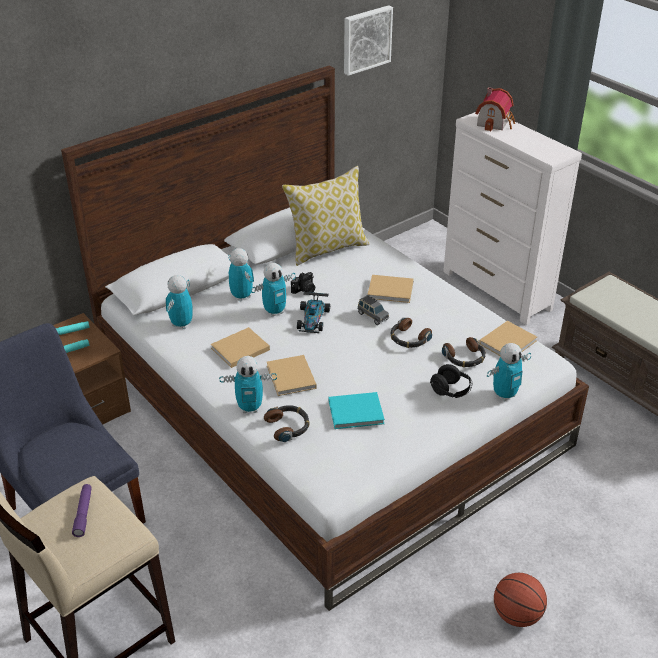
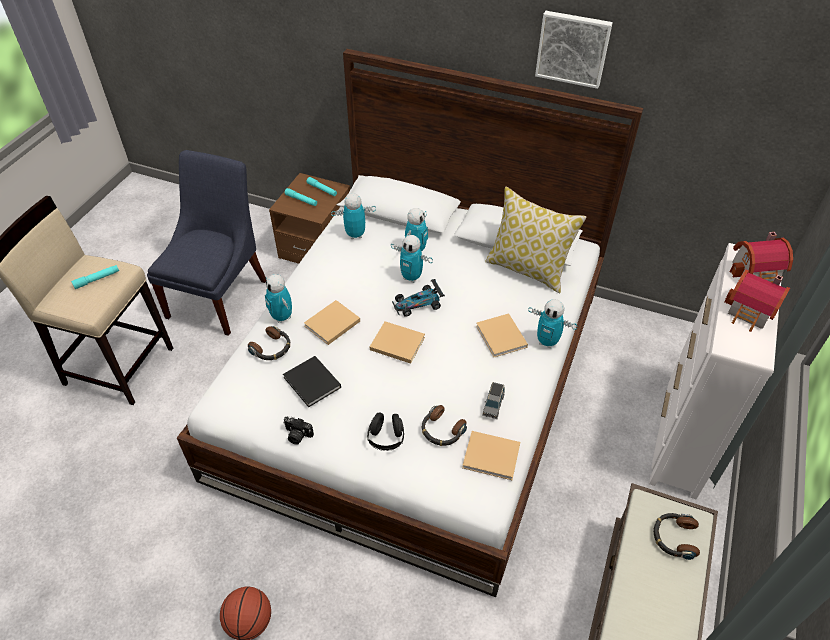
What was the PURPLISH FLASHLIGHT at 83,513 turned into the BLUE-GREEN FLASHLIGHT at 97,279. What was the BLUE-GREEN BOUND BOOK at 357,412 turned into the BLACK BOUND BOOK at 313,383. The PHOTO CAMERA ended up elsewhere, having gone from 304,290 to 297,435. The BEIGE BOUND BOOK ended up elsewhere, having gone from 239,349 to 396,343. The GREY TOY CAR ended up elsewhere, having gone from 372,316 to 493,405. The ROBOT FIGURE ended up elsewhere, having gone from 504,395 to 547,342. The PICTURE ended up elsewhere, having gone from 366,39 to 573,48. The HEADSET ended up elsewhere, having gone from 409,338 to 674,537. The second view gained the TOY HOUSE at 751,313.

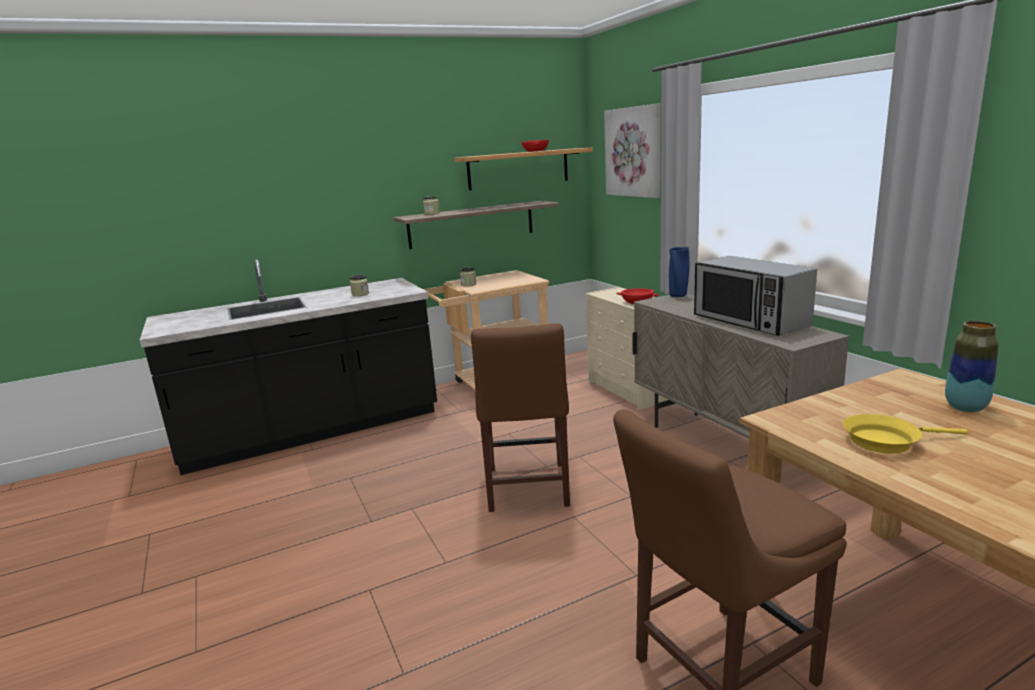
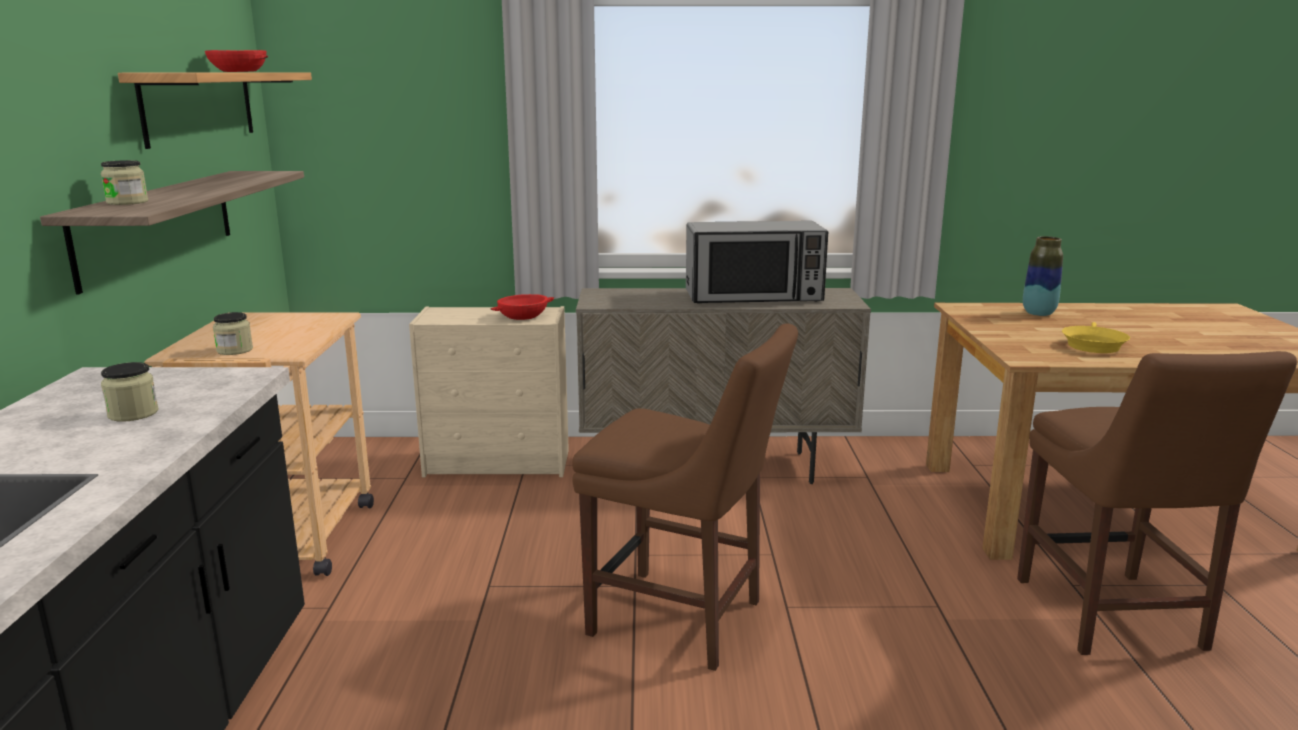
The second view lost the PICTURE at 634,152. The second view lost the BLUISH DECORATIVE VASE at 678,296.

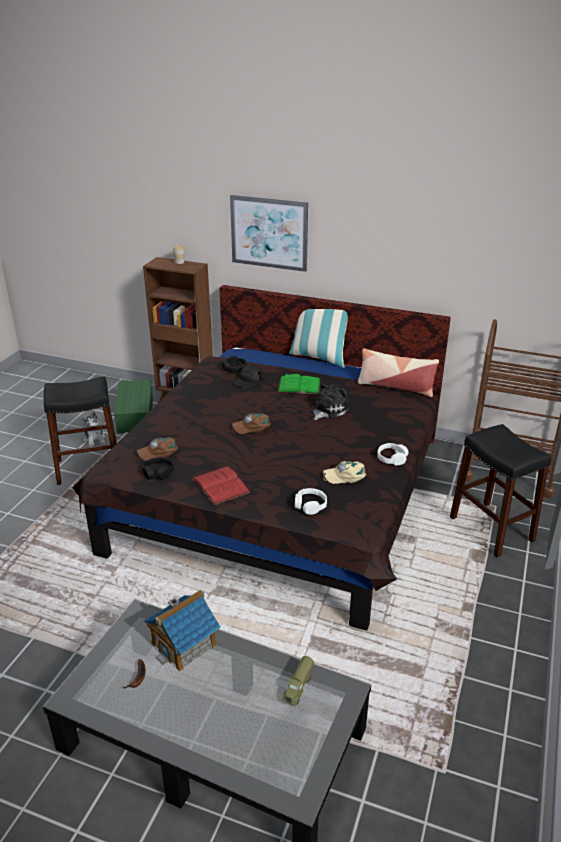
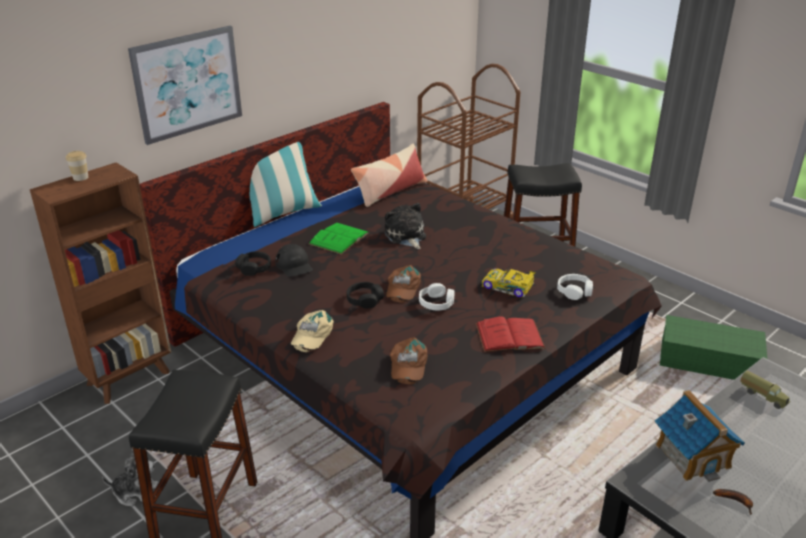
The BEIGE BASEBALL CAP ended up elsewhere, having gone from 345,475 to 312,334. The BLACK HEADSET ended up elsewhere, having gone from 158,473 to 364,300. The WHITE HEADSET ended up elsewhere, having gone from 392,458 to 436,303. The second view gained the TOY CAR at 508,287. The GREEN-COLOURED STORAGE BIN ended up elsewhere, having gone from 136,415 to 710,361.

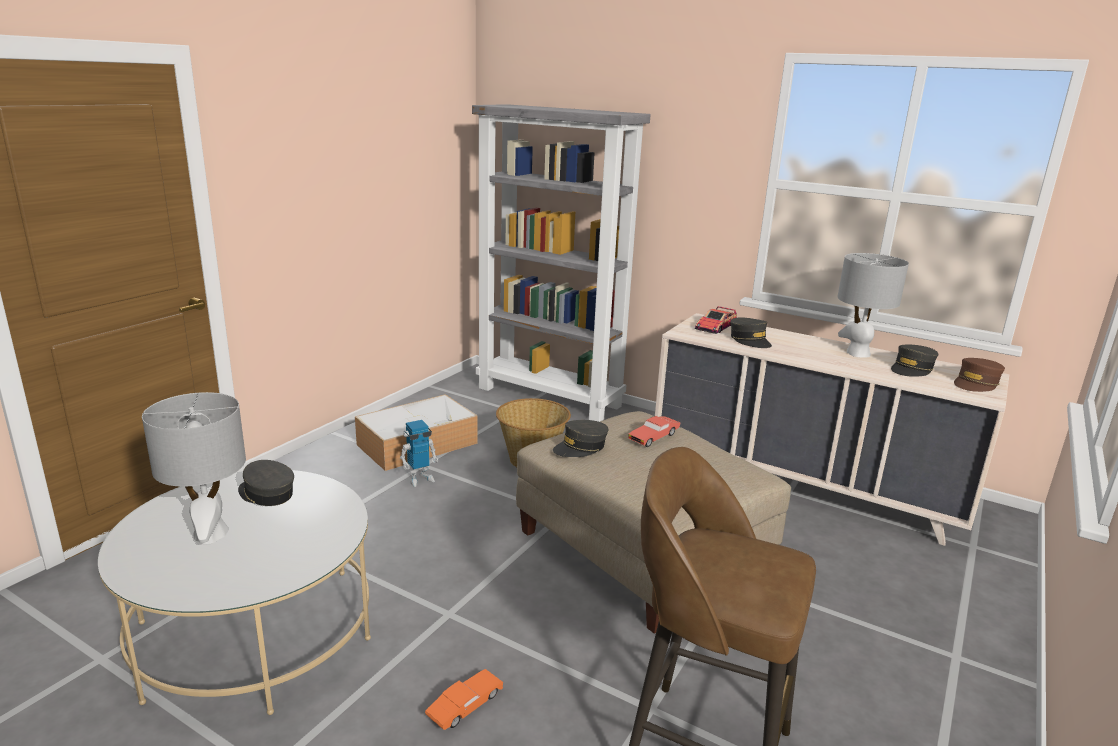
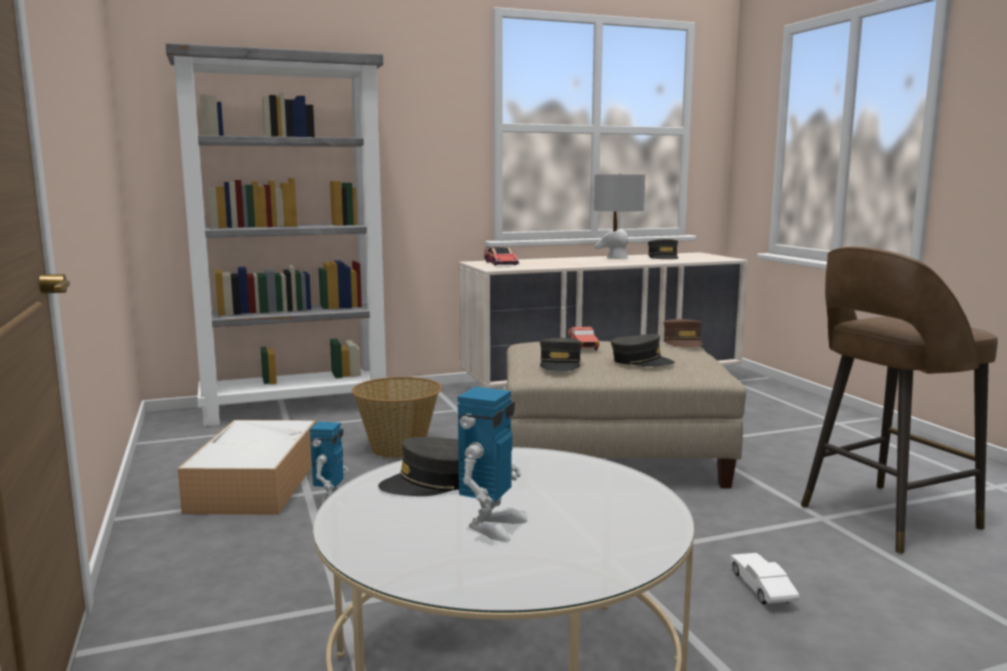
Where the GREY TABLE LAMP stood at 210,534, the ROBOT FIGURE came to stand at 491,526. The GREY BASEBALL CAP ended up elsewhere, having gone from 749,340 to 641,361. The BROWN BASEBALL CAP ended up elsewhere, having gone from 976,383 to 683,342. What was the ORANGE-COLOURED TOY CAR at 465,707 turned into the WHITE TOY CAR at 761,589.

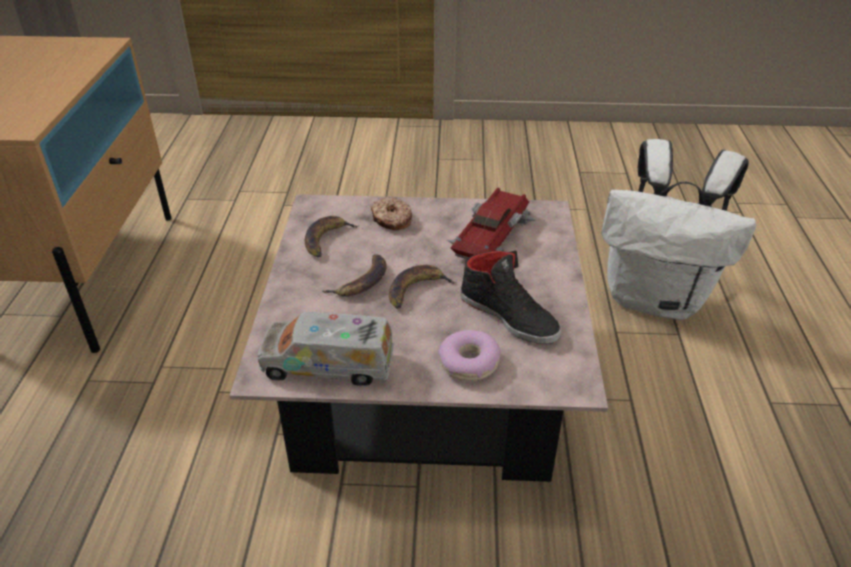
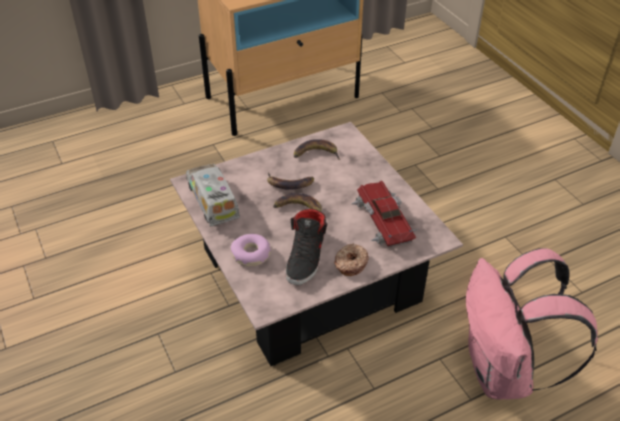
The DONUT ended up elsewhere, having gone from 391,220 to 350,263. The TOY CAR at 491,235 ended up facing another way, 105 degrees counterclockwise from before. What was the WHITE RUCKSACK at 656,298 turned into the PINK RUCKSACK at 503,373.

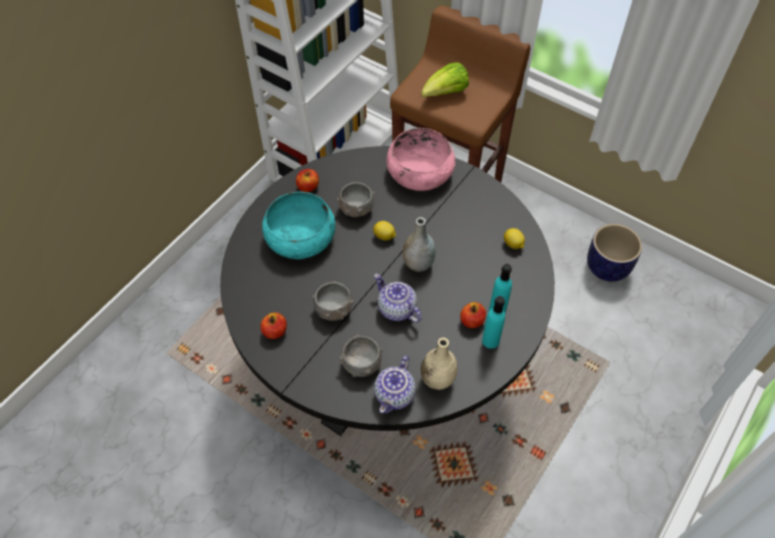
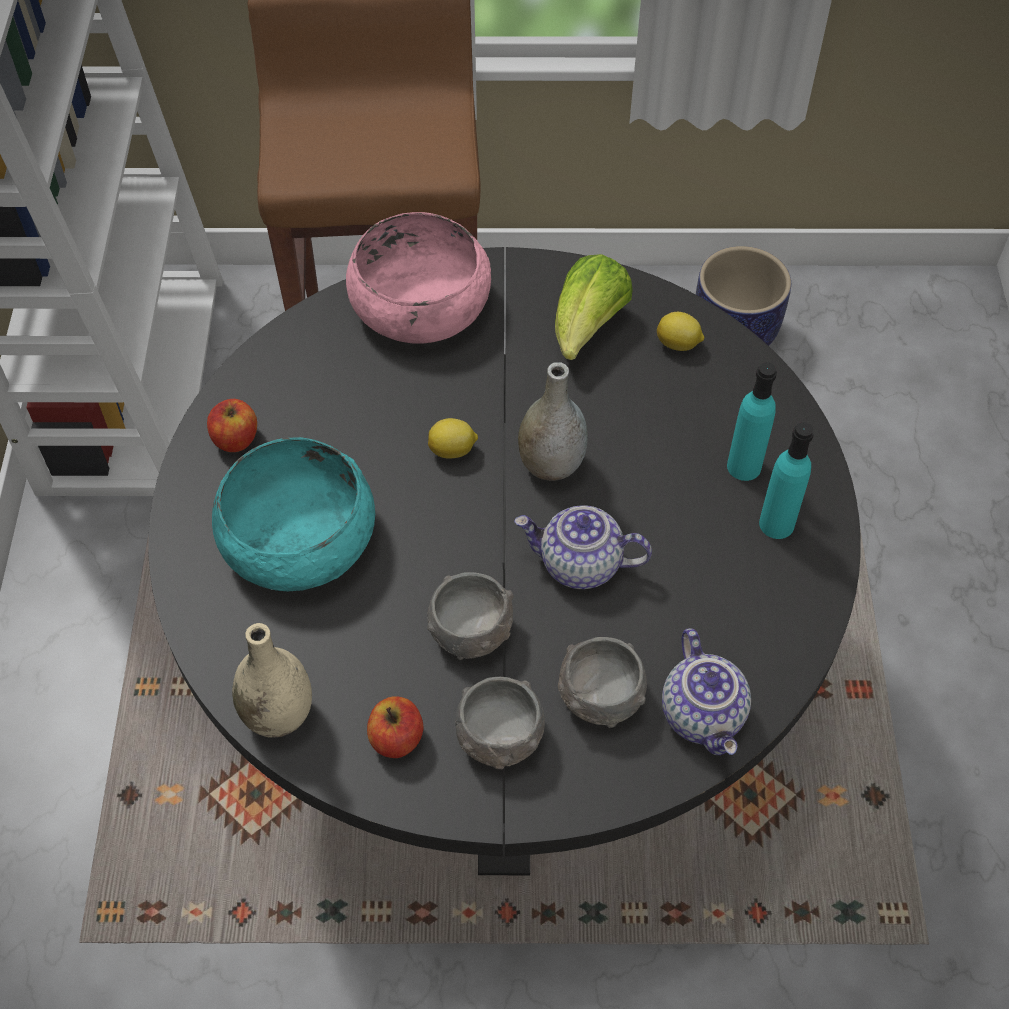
The BEIGE DECORATIVE VASE ended up elsewhere, having gone from 437,379 to 278,714. The GREY SERVING BOWL ended up elsewhere, having gone from 356,208 to 500,736. The LETTUCE HEAD ended up elsewhere, having gone from 445,93 to 587,328. The second view lost the APPLE FRUIT at 472,321.

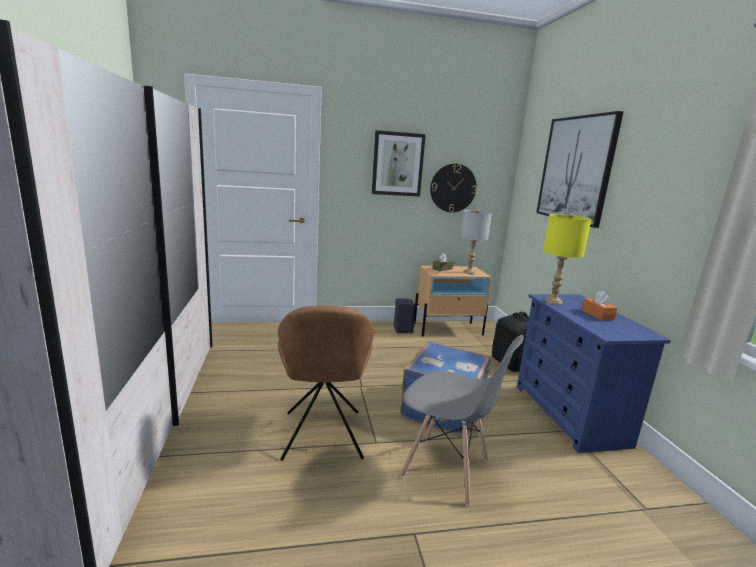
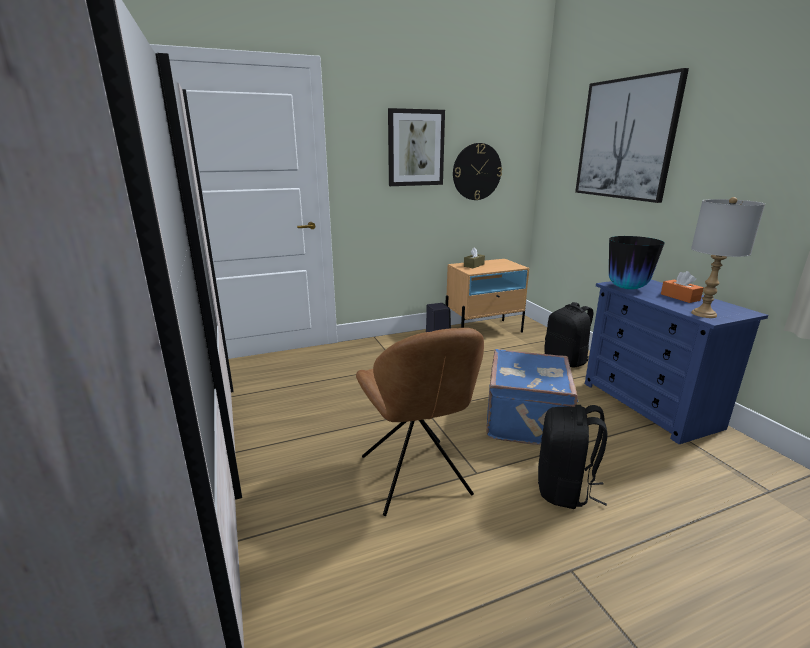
Where the GREY PLAIN CHAIR stood at 446,469, the BLACK RUCKSACK came to stand at 564,489. Where the YELLOW TABLE LAMP stood at 553,301, the DECORATIVE VASE came to stand at 627,288. The GREY TABLE LAMP ended up elsewhere, having gone from 469,272 to 703,314.

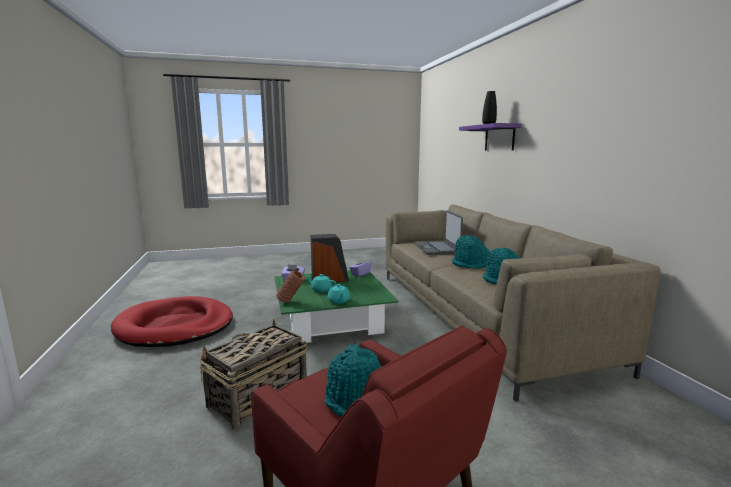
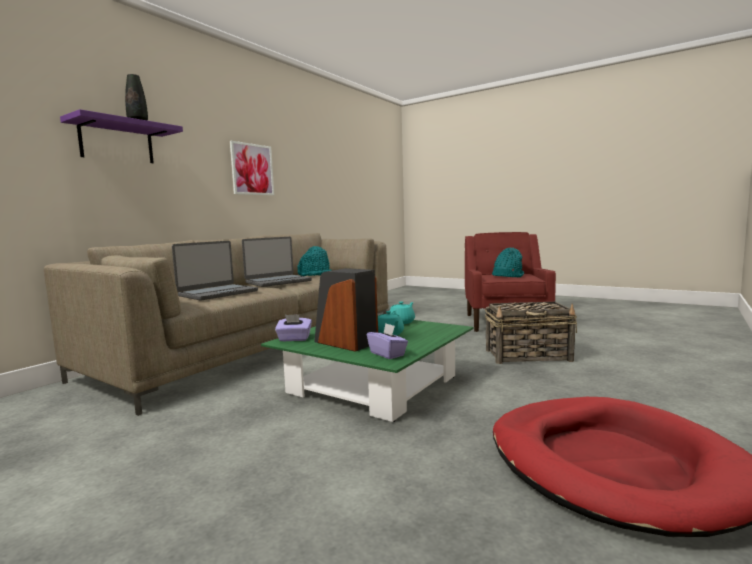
The second view gained the PICTURE at 252,169. Where the BLUE-GREEN WEARABLE HAT stood at 471,265, the NOTEBOOK COMPUTER came to stand at 278,282. The second view lost the BROWN DECORATIVE VASE at 291,302.

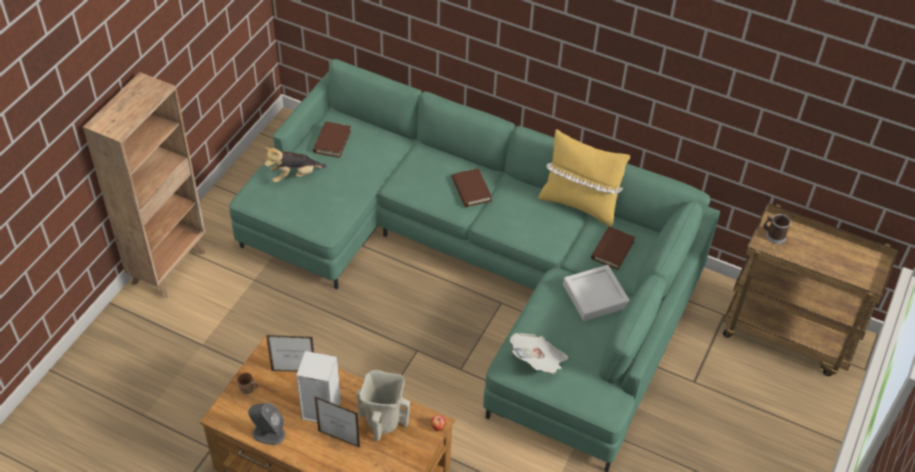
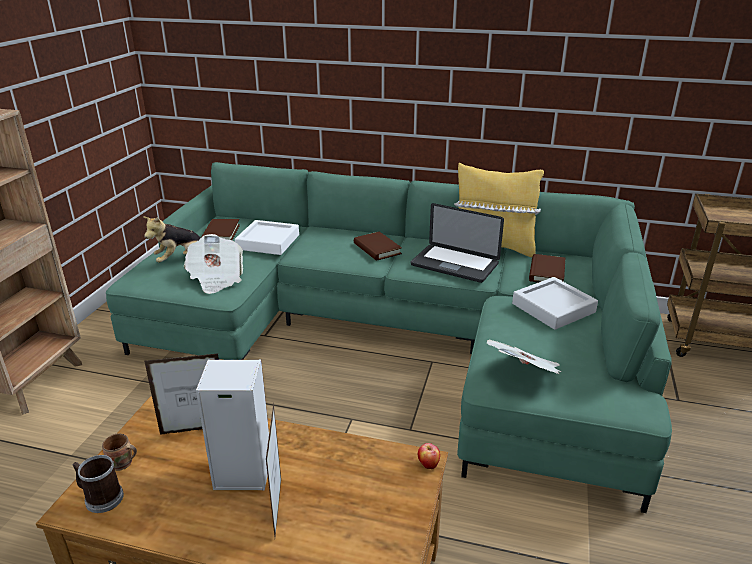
The TEA MUG ended up elsewhere, having gone from 773,235 to 100,497. The second view gained the NEWSPAPER at 216,278. The second view gained the WHITE SERVING TRAY at 268,242. The PHOTO FRAME at 339,439 ended up facing another way, 75 degrees clockwise from before. The second view gained the NOTEBOOK COMPUTER at 454,264. The second view lost the GREY SPEAKER at 268,433. The second view lost the BEIGE DECORATIVE VASE at 383,419.

